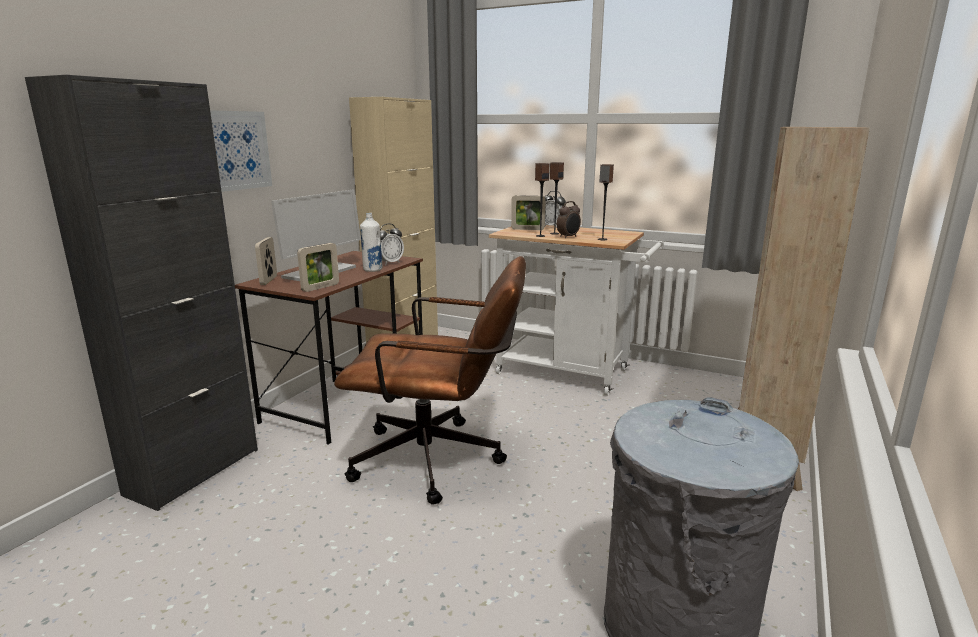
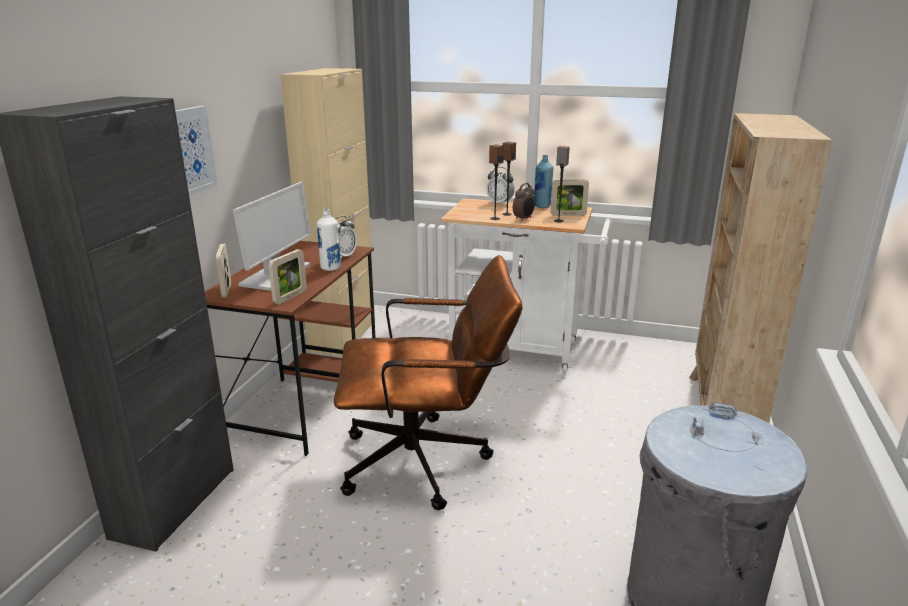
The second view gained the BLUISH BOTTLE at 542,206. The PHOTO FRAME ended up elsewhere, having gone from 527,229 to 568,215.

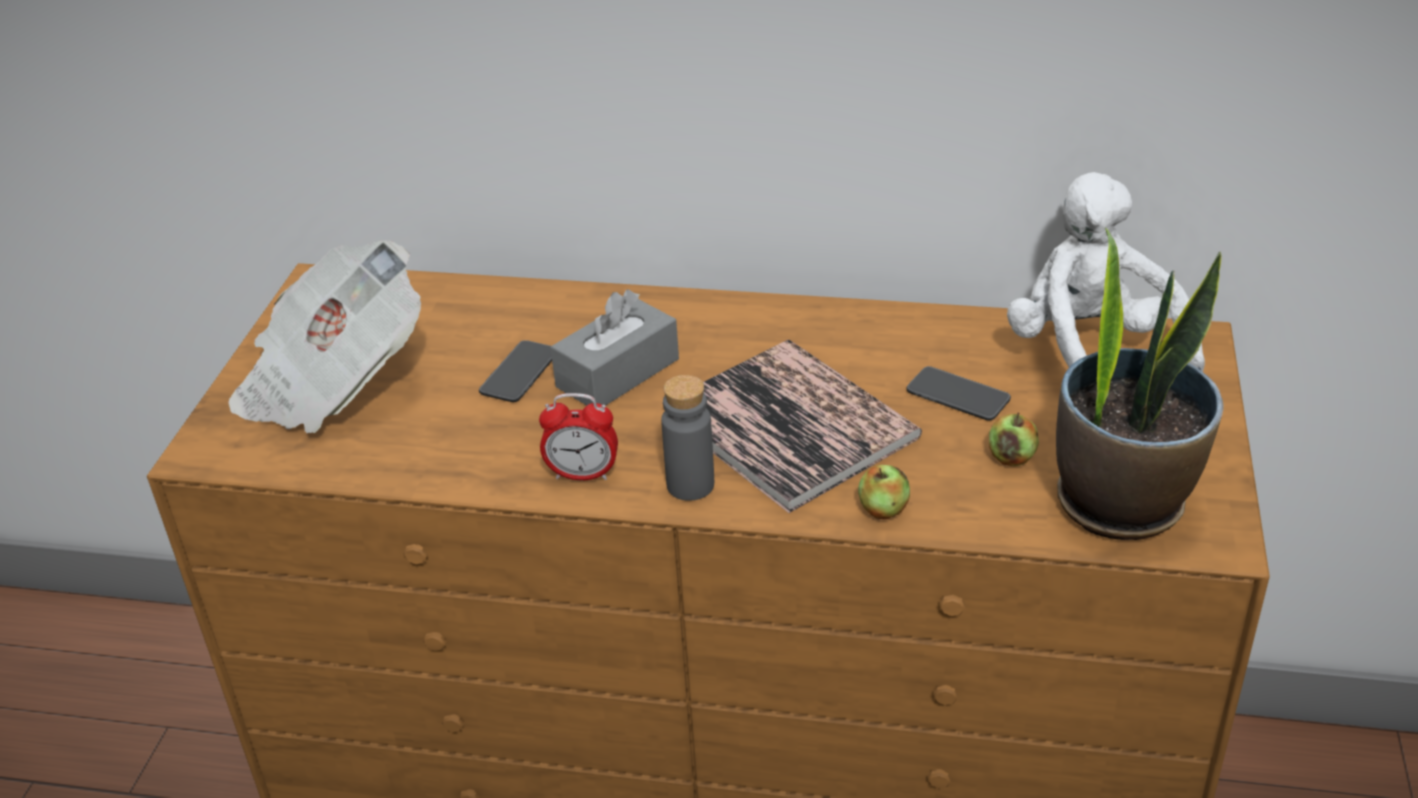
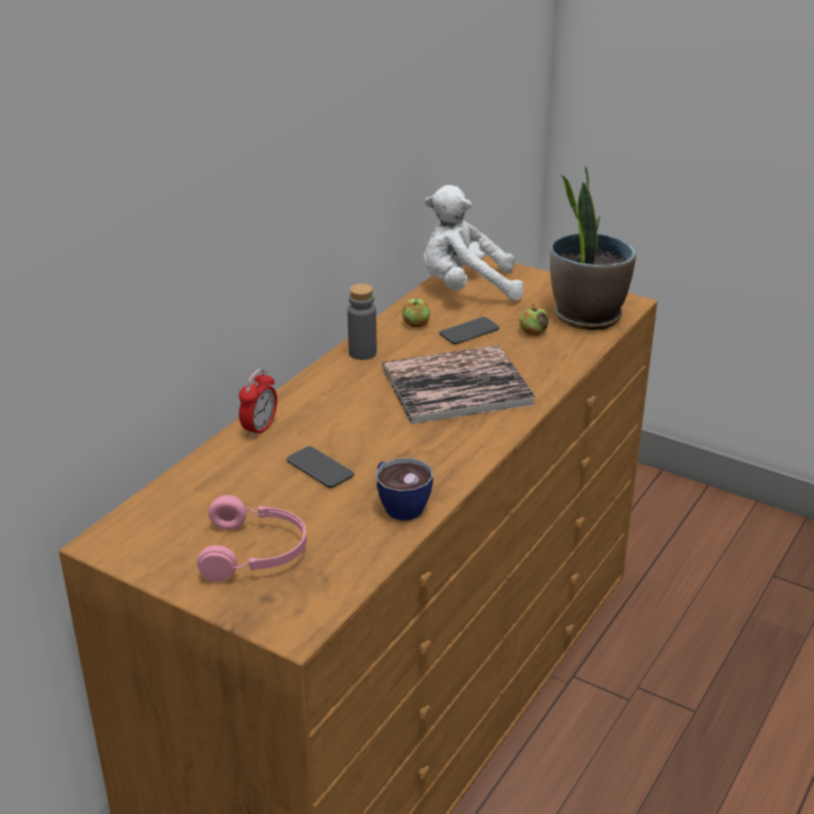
Where the NEWSPAPER stood at 332,381, the PINK HEADSET came to stand at 255,552. The BEDSIDE CLOCK ended up elsewhere, having gone from 583,474 to 259,429. The GREY BOTTLE ended up elsewhere, having gone from 690,485 to 362,353. The second view gained the CUP at 399,505. The APPLE FRUIT ended up elsewhere, having gone from 883,509 to 416,324. The second view lost the GREY TISSUE HOLDER at 618,373.

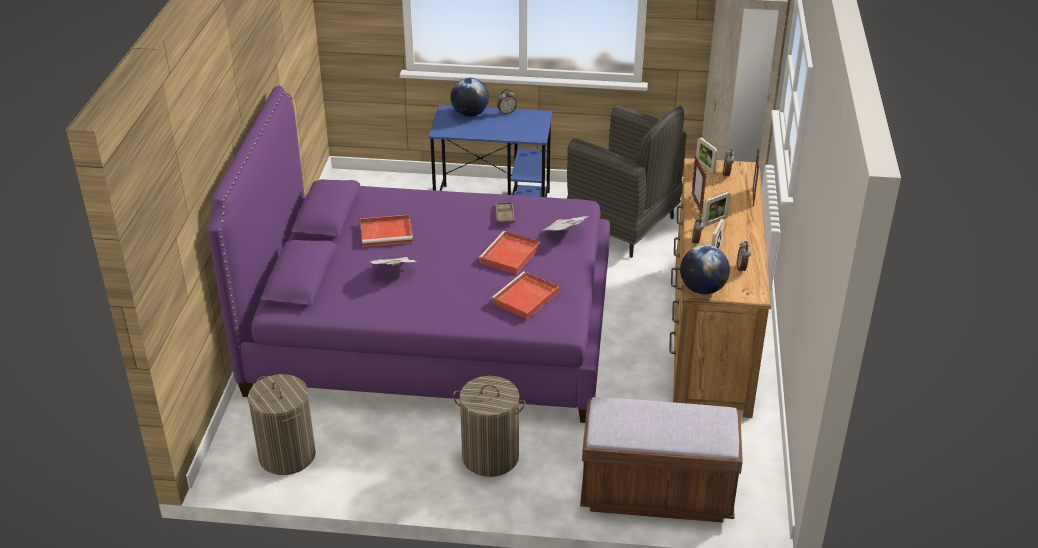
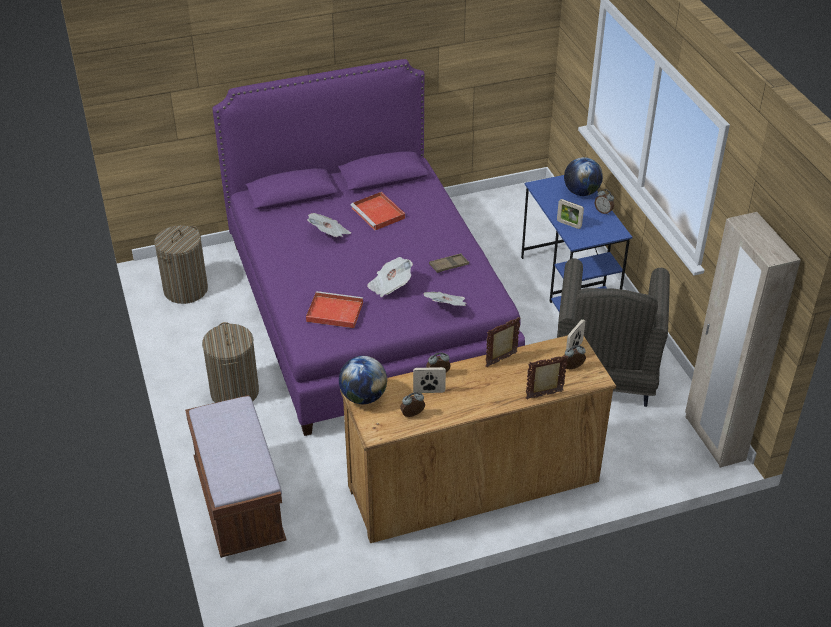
Where the RED-COLOURED SERVING TRAY stood at 510,255, the NEWSPAPER came to stand at 390,286. The PHOTO FRAME ended up elsewhere, having gone from 715,221 to 569,224.

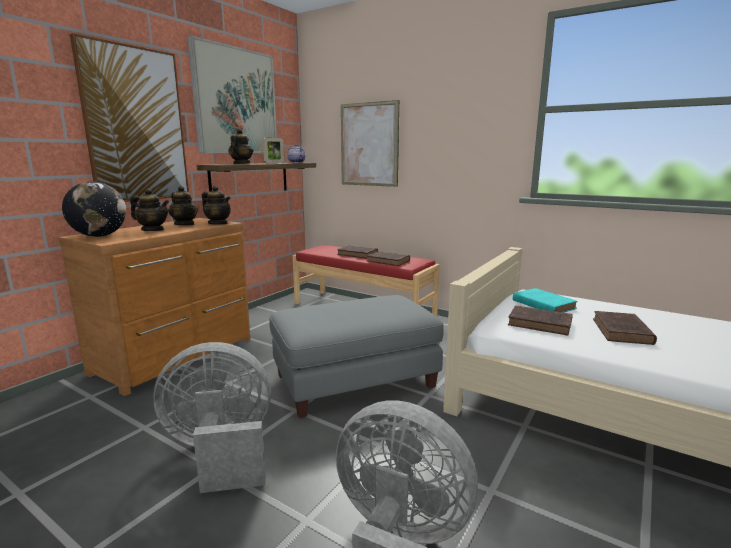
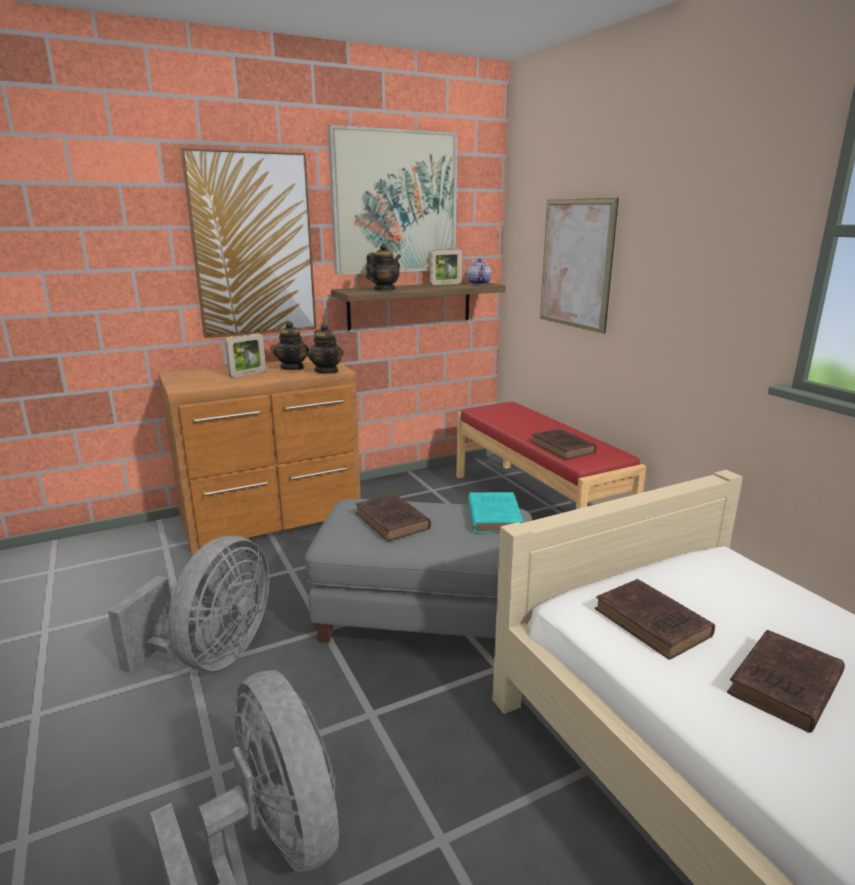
The GREY COOLING FAN at 221,453 ended up facing another way, 90 degrees clockwise from before. Where the TEA POT stood at 153,230, the PHOTO FRAME came to stand at 248,374. The BROWN BOUND BOOK ended up elsewhere, having gone from 358,254 to 393,522. The BLUE-GREEN BOUND BOOK ended up elsewhere, having gone from 542,304 to 494,516. The second view lost the DESK GLOBE at 99,236.

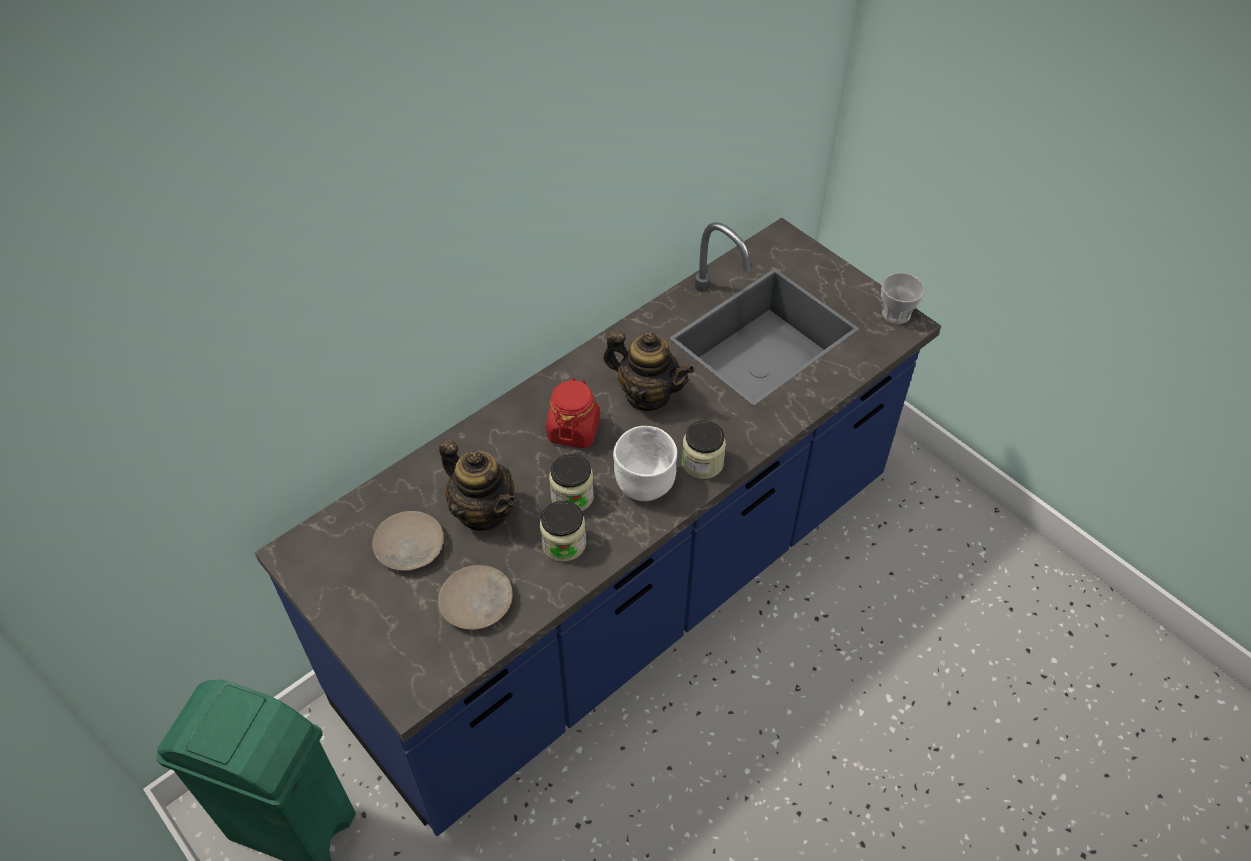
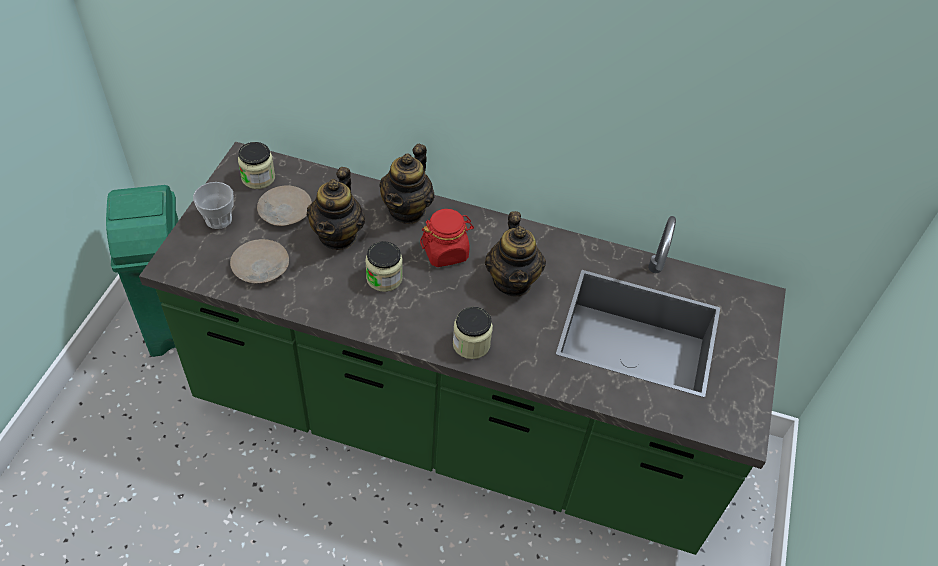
What was the BLUISH COUNTER at 625,594 turned into the GREEN-COLOURED COUNTER at 456,422. The CUP ended up elsewhere, having gone from 896,314 to 218,219. The STORAGE JAR ended up elsewhere, having gone from 564,543 to 258,178. The second view gained the TEA POT at 407,210. The second view lost the WHITE SERVING BOWL at 644,484.

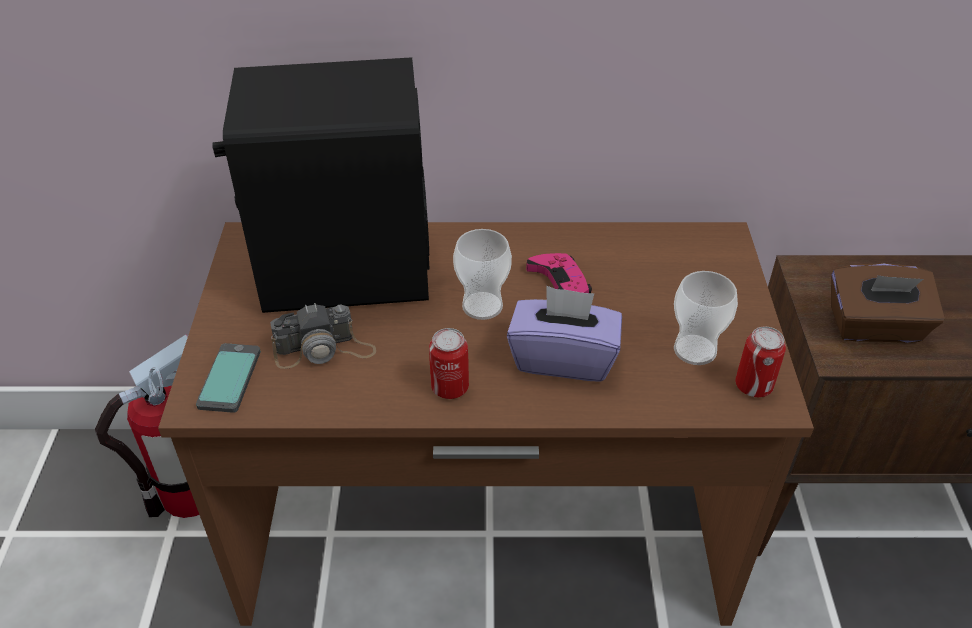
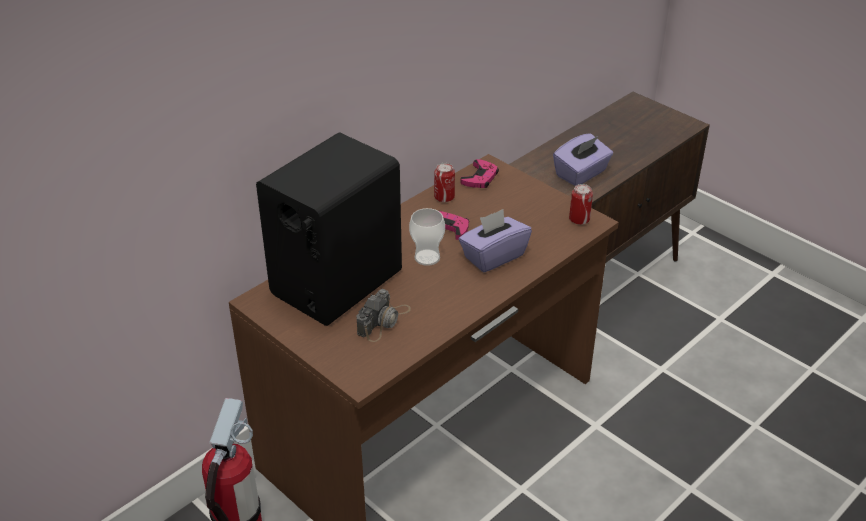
The METAL CAN ended up elsewhere, having gone from 450,387 to 444,198. The second view gained the PINK GAME CONTROLLER at 480,178. What was the BROWN TISSUE HOLDER at 875,327 turned into the PURPLISH TISSUE HOLDER at 581,174. The second view lost the PHONE at 229,378. The second view lost the CUP at 695,350.

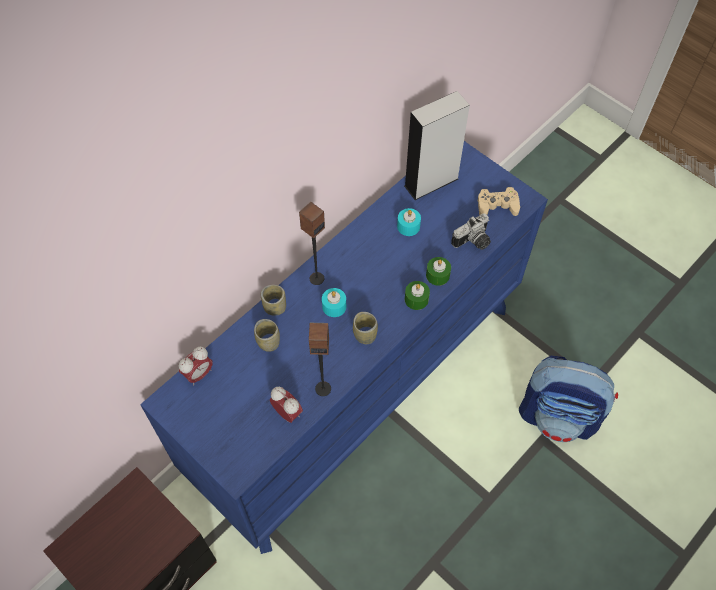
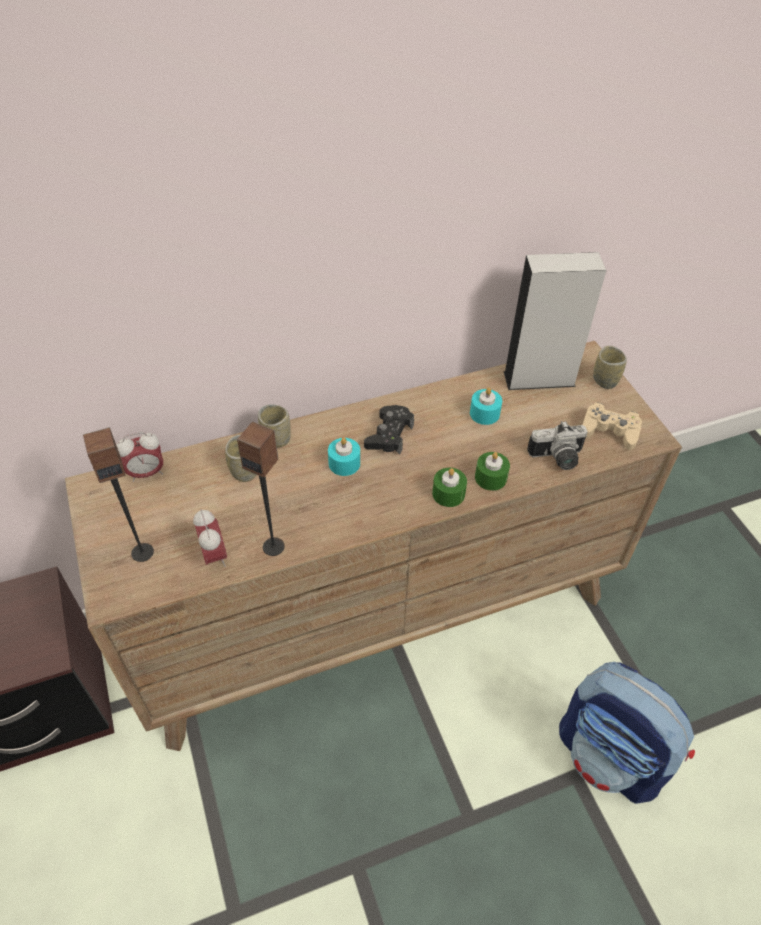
What was the BLUISH DRESSER at 358,388 turned into the BROWN DRESSER at 378,613. The SPEAKER ended up elsewhere, having gone from 316,278 to 142,552. The second view gained the BLACK GAME CONTROLLER at 389,435. The CUP ended up elsewhere, having gone from 365,335 to 605,380.

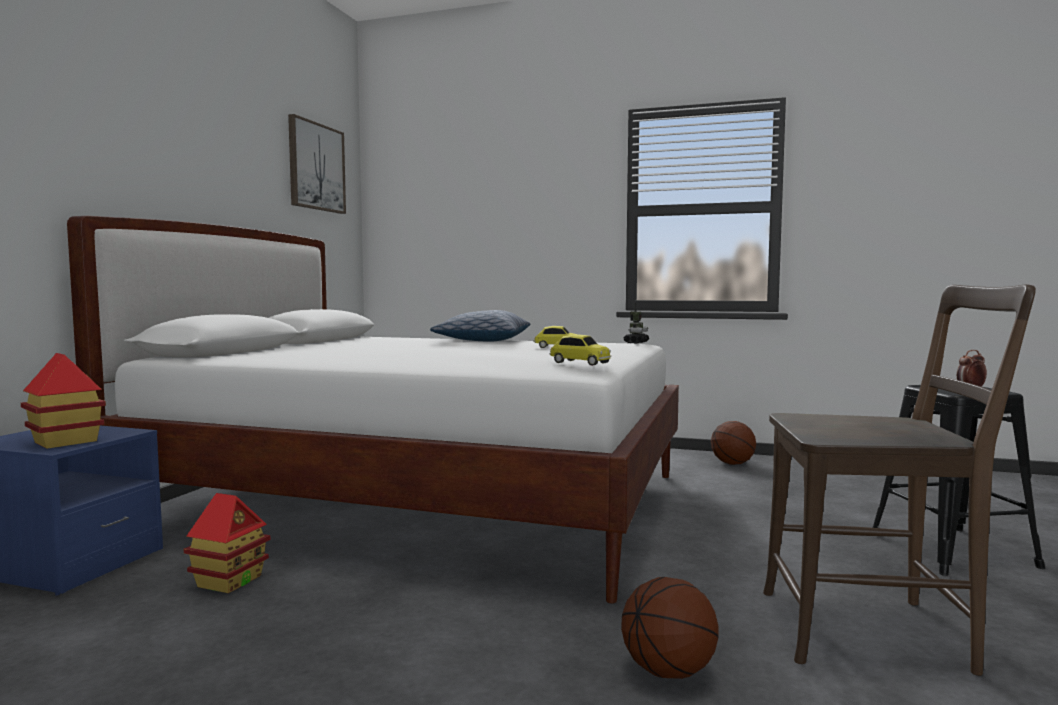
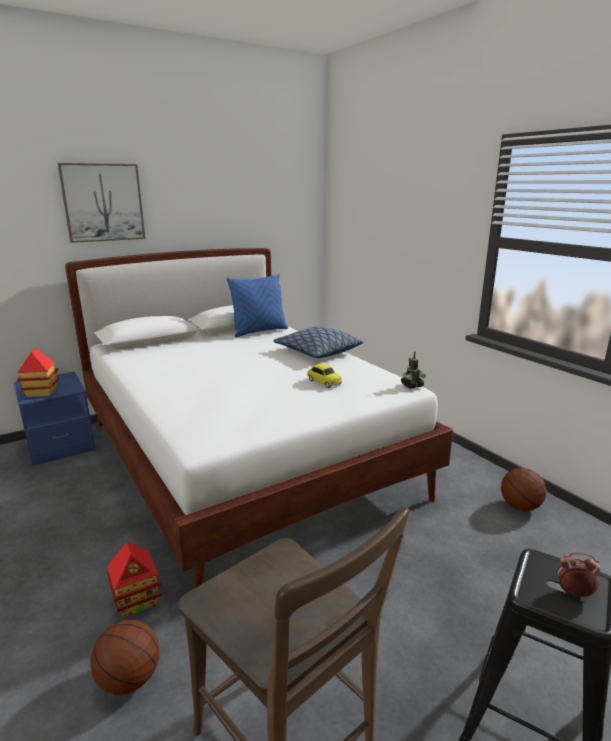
The PICTURE ended up elsewhere, having gone from 316,167 to 103,202. The TOY HOUSE ended up elsewhere, having gone from 229,581 to 137,601. The second view gained the BLUISH PILLOW at 259,331. The second view lost the TOY CAR at 579,363.

